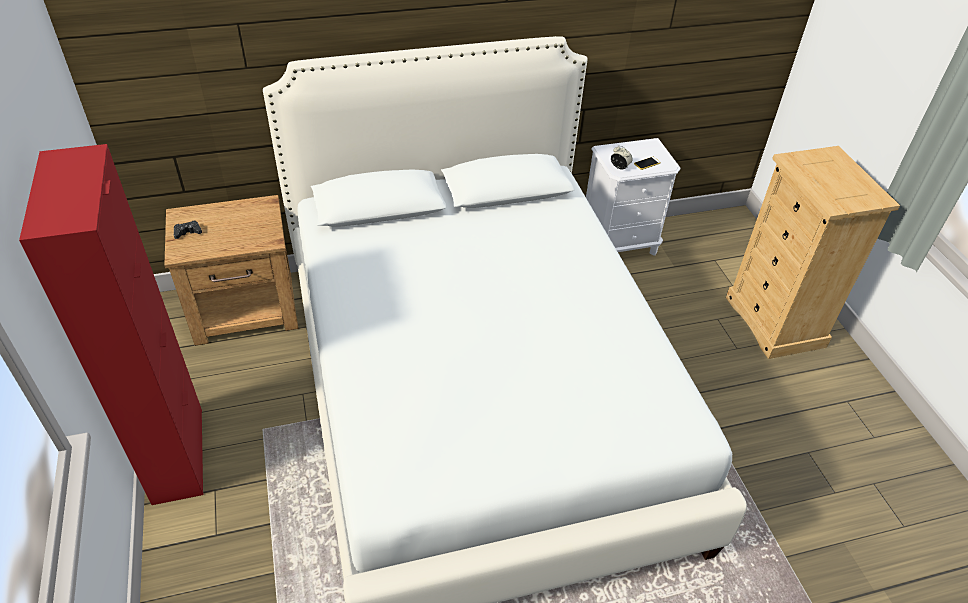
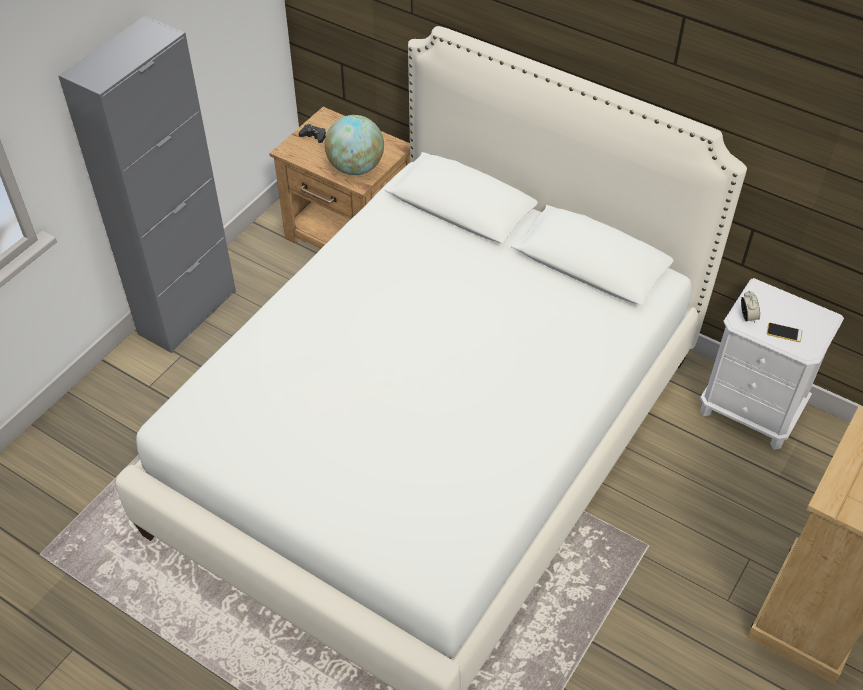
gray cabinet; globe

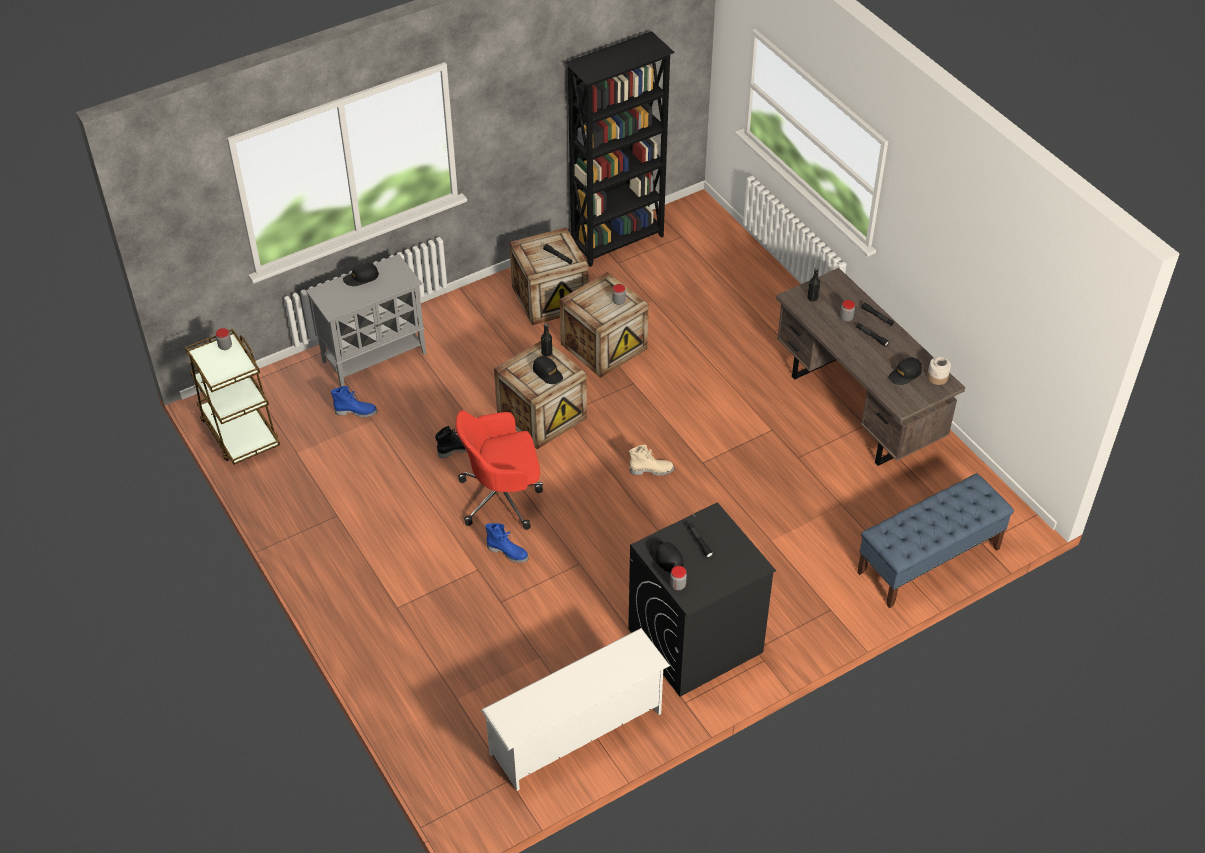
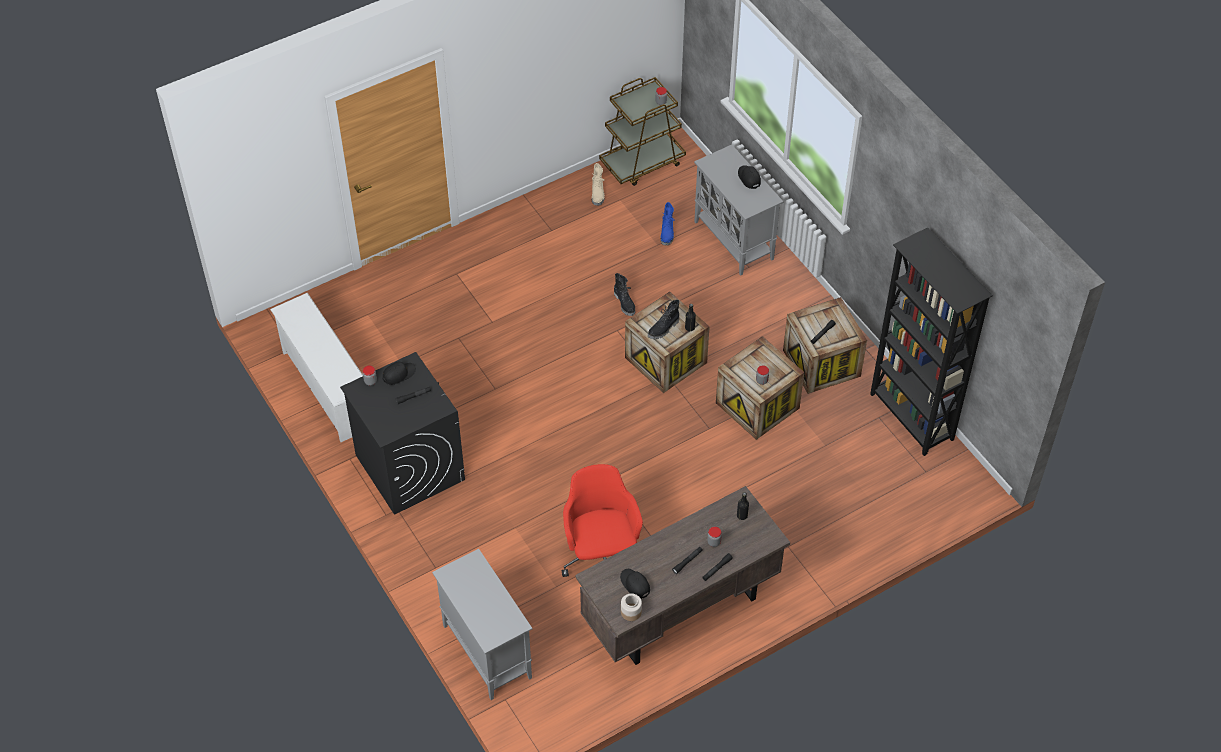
gray cabinet (1st from left); reddish desk chair; sand-coloured tall boot; black tall boot (2nd from left); bluish tall boot (2nd from left in the first image)

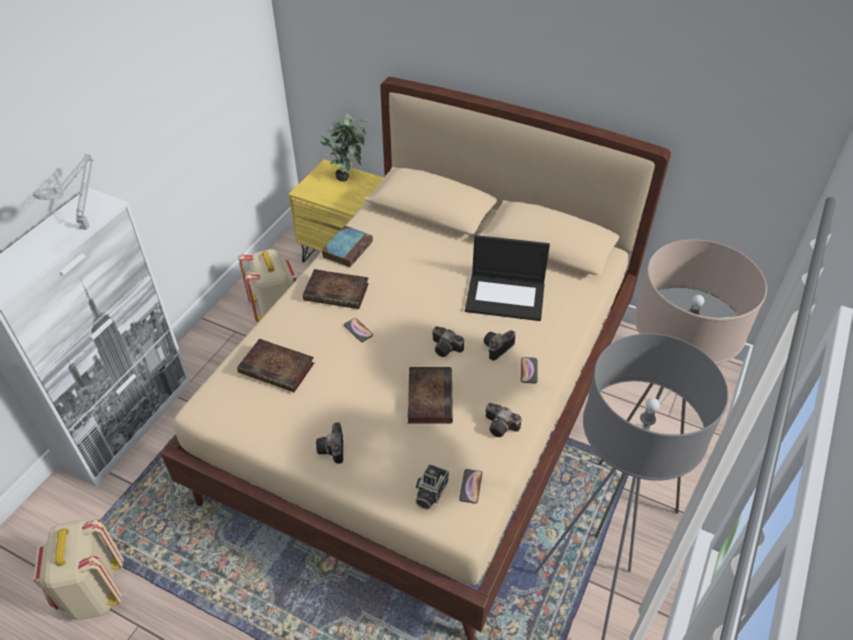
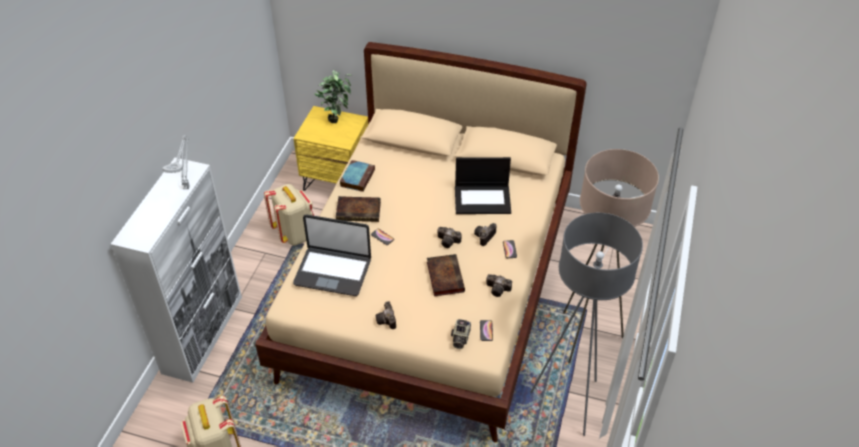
notebook computer (1st from left)

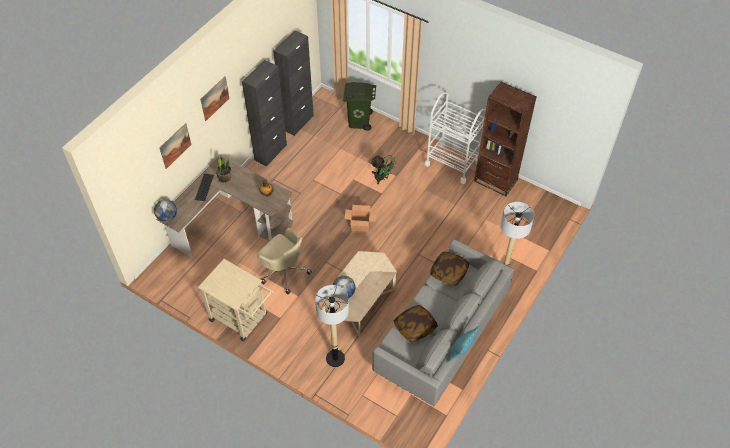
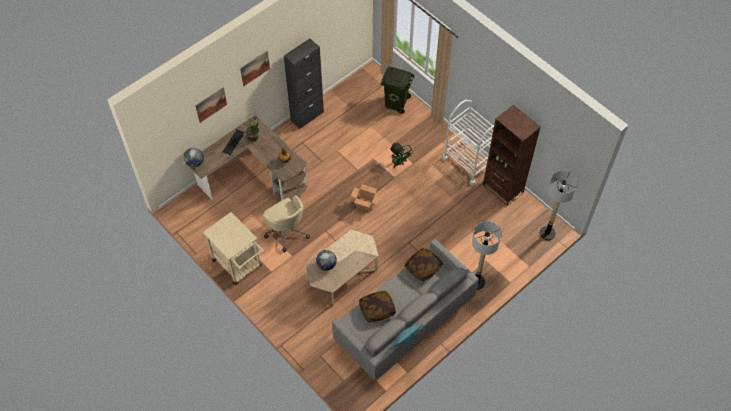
standard lamp (2nd from left); black cabinet (2nd from left in the first image)

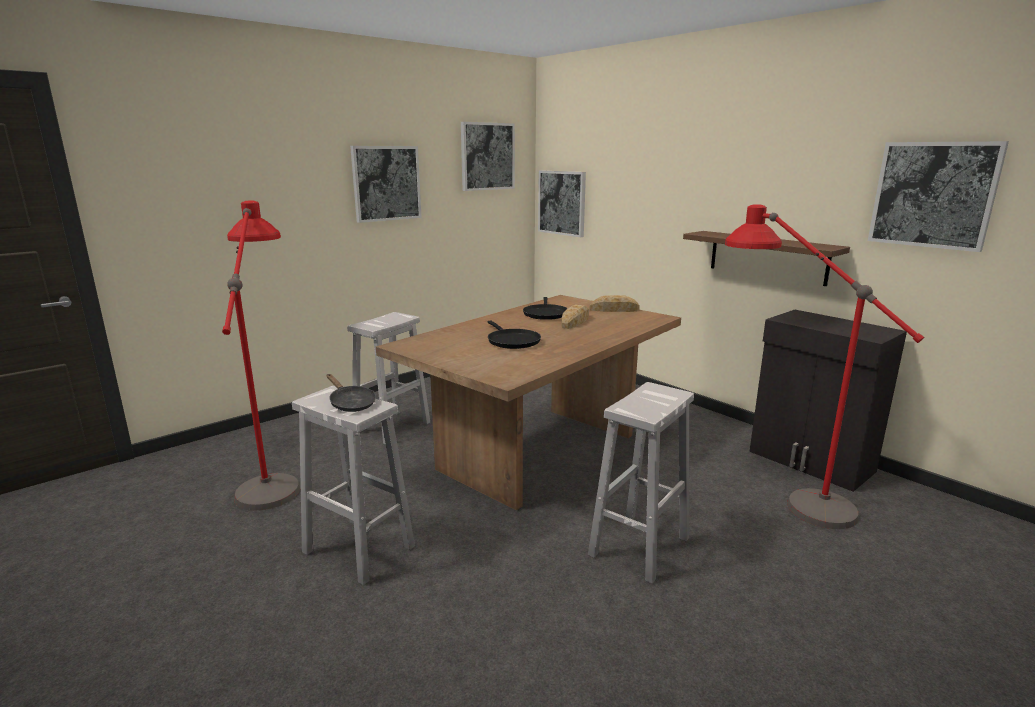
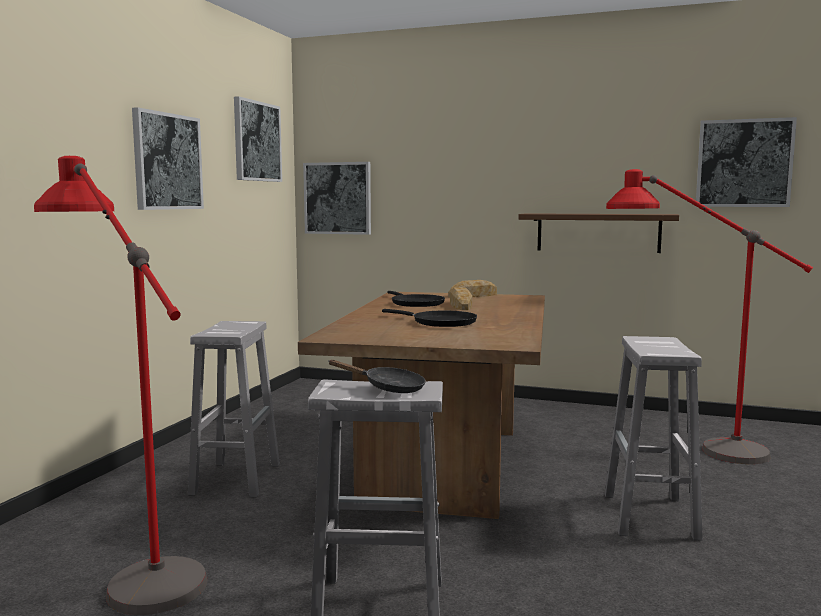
black cabinet

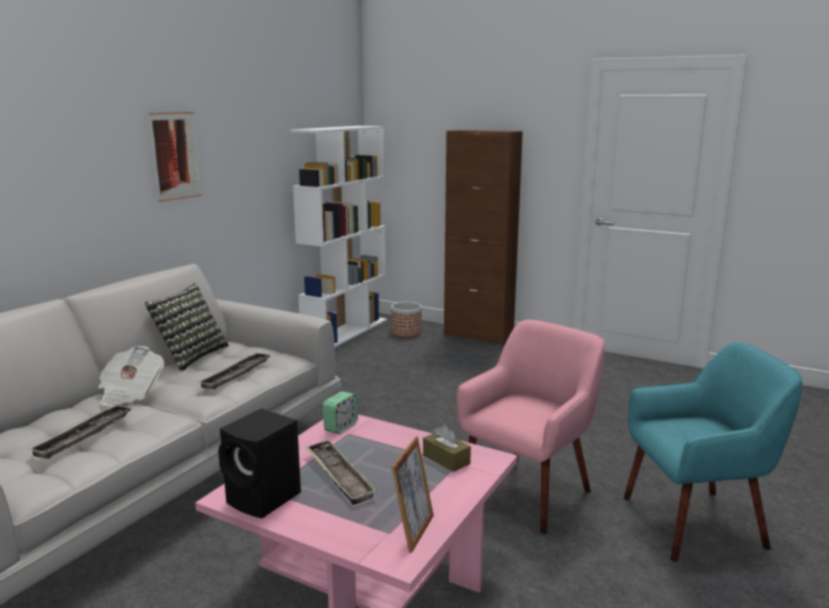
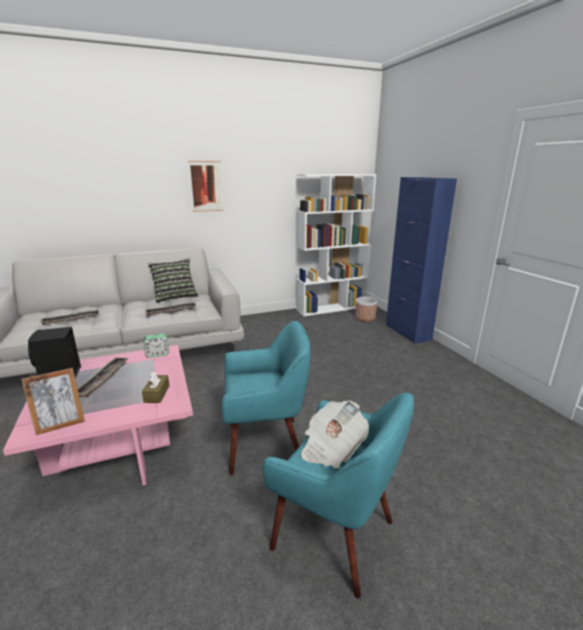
turquoise-coloured easy chair (1st from left); daily paper; bluish cabinet

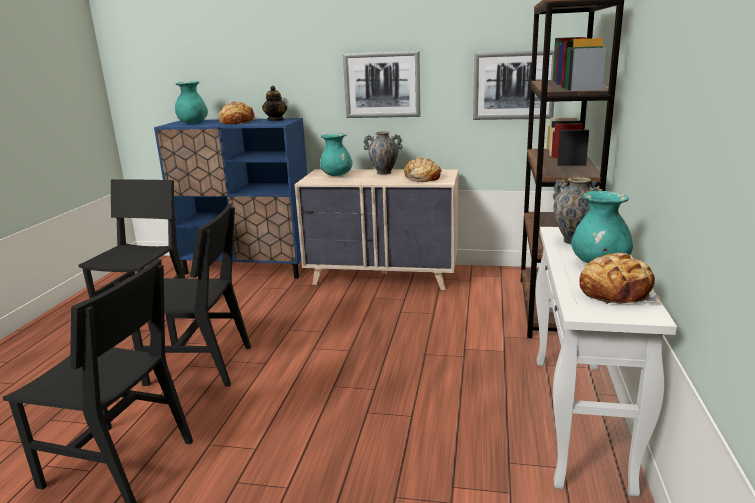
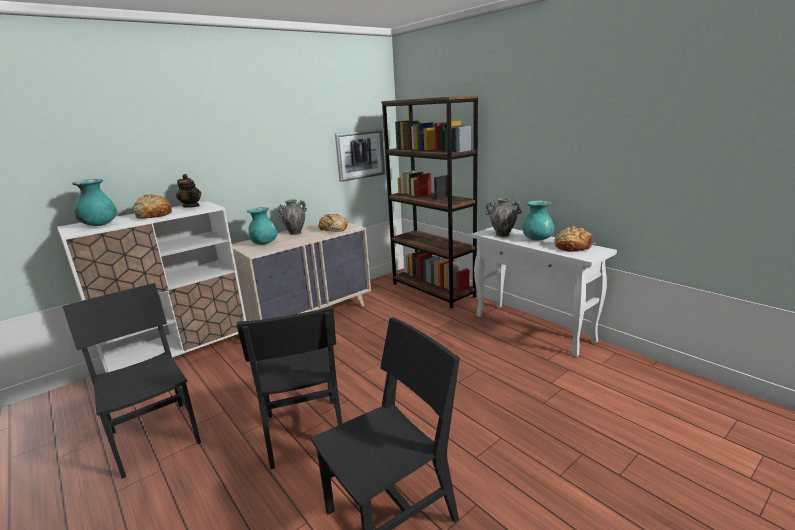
white cabinet; black plain chair (2nd from left); picture (1st from left in the first image)

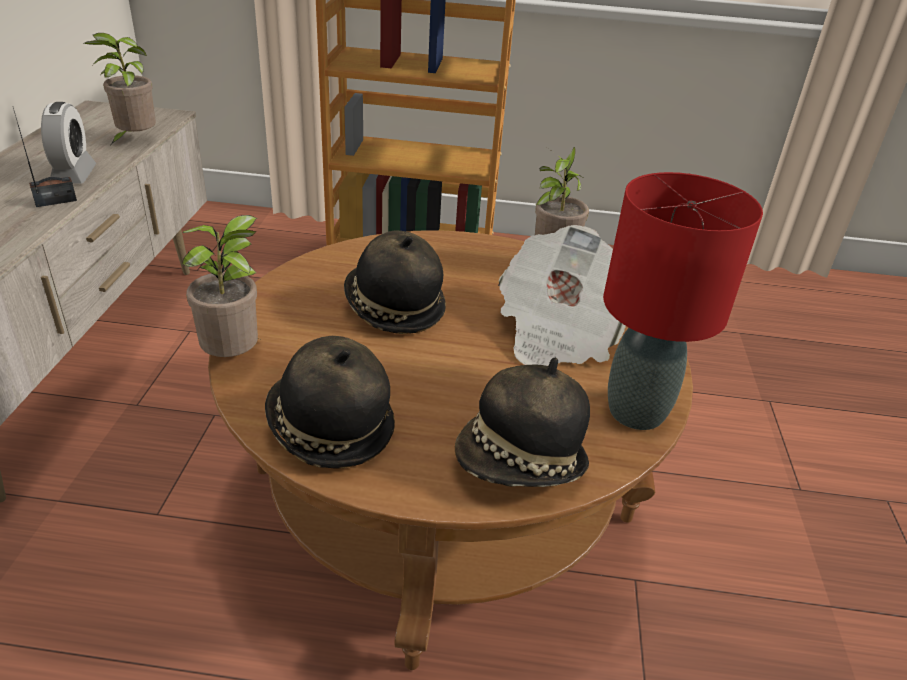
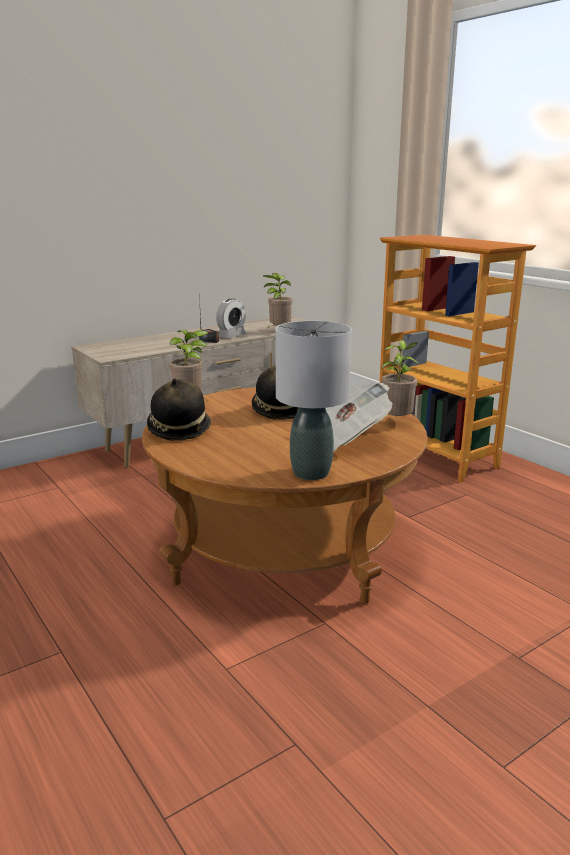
gray lamp for a table; hat (3rd from left in the first image)

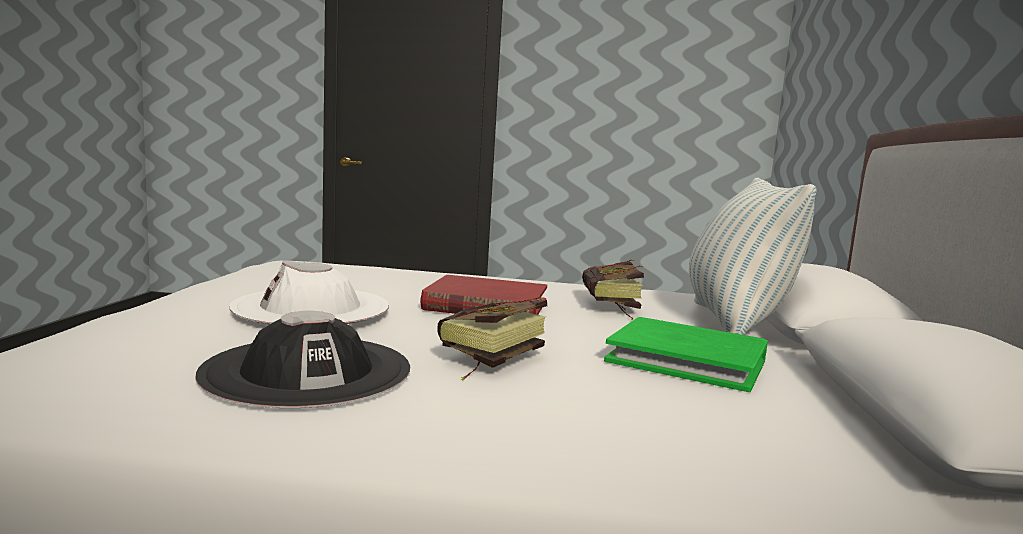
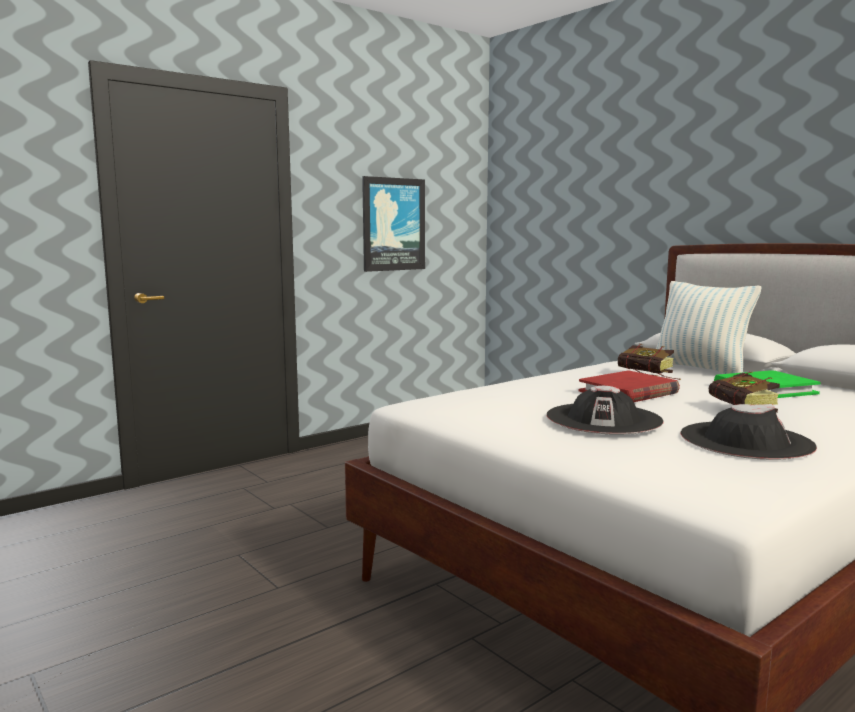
picture; black hat (1st from left)

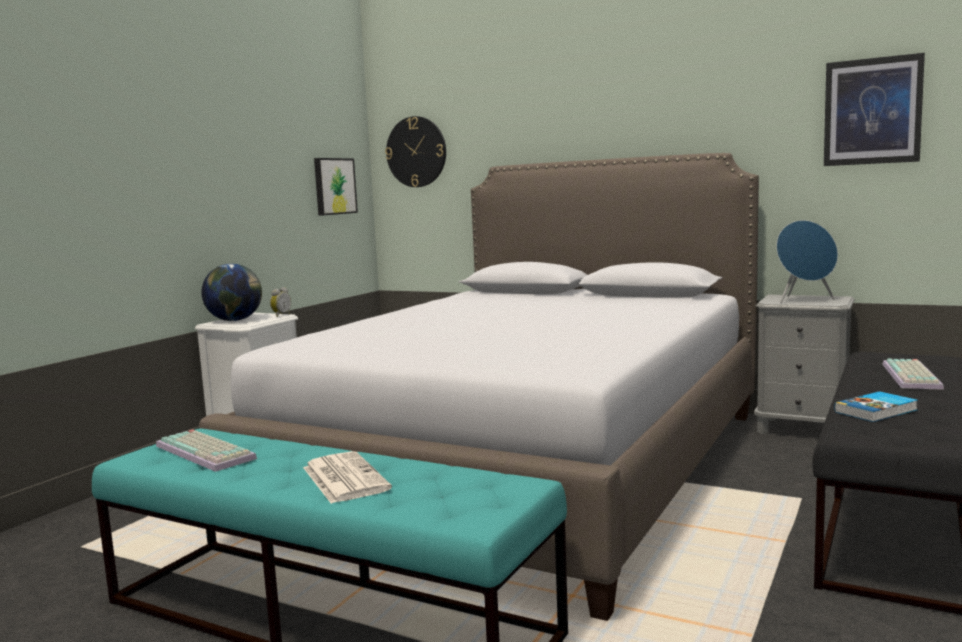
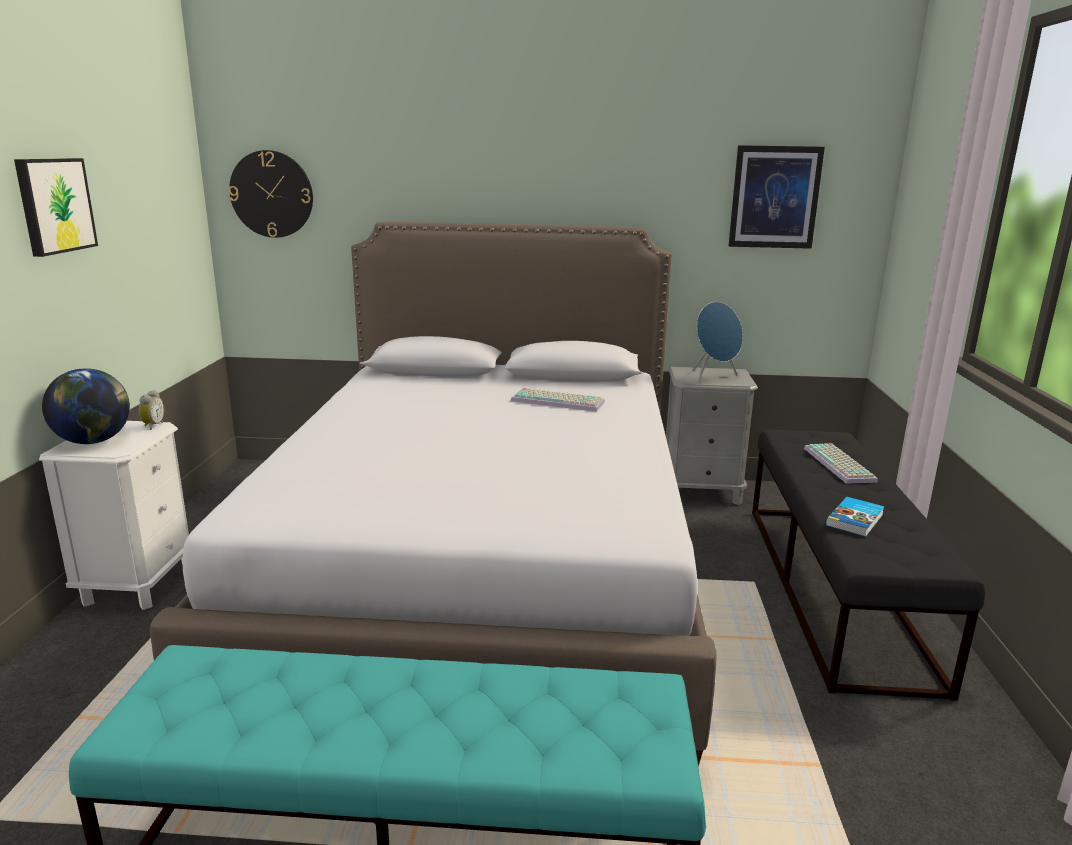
picture (1st from left); PC keyboard (1st from left); daily paper

